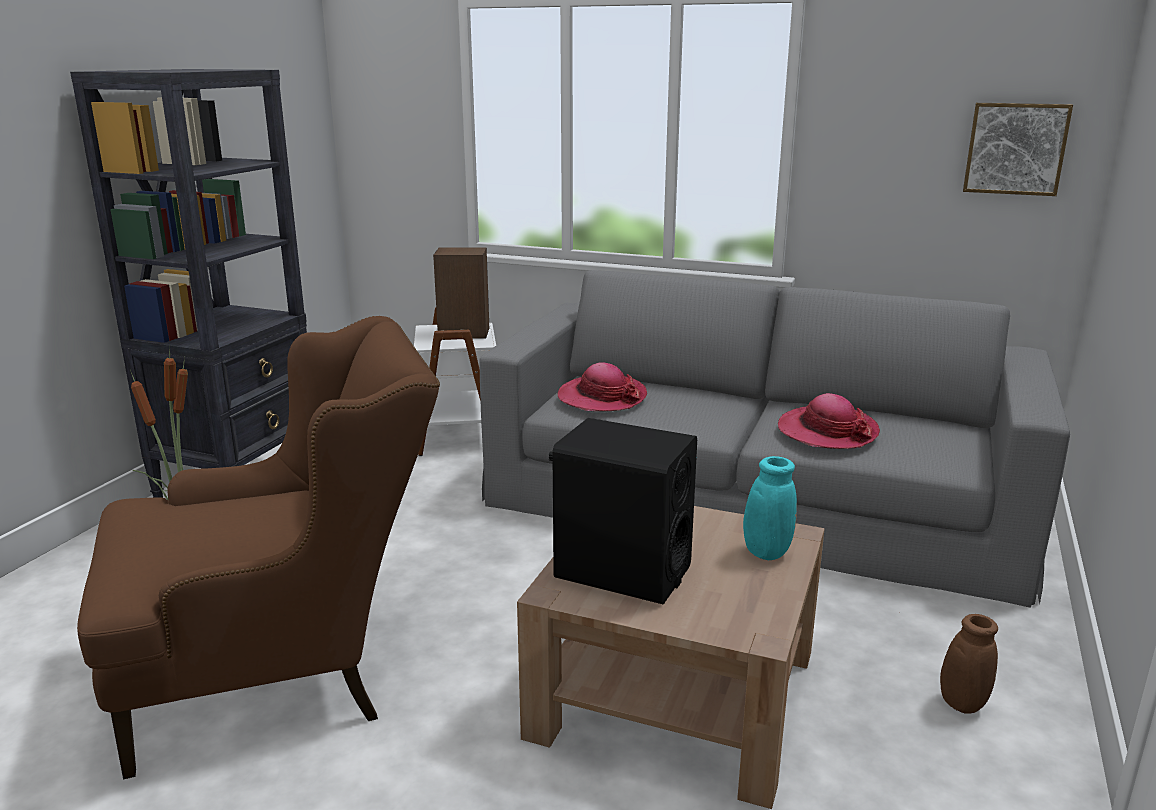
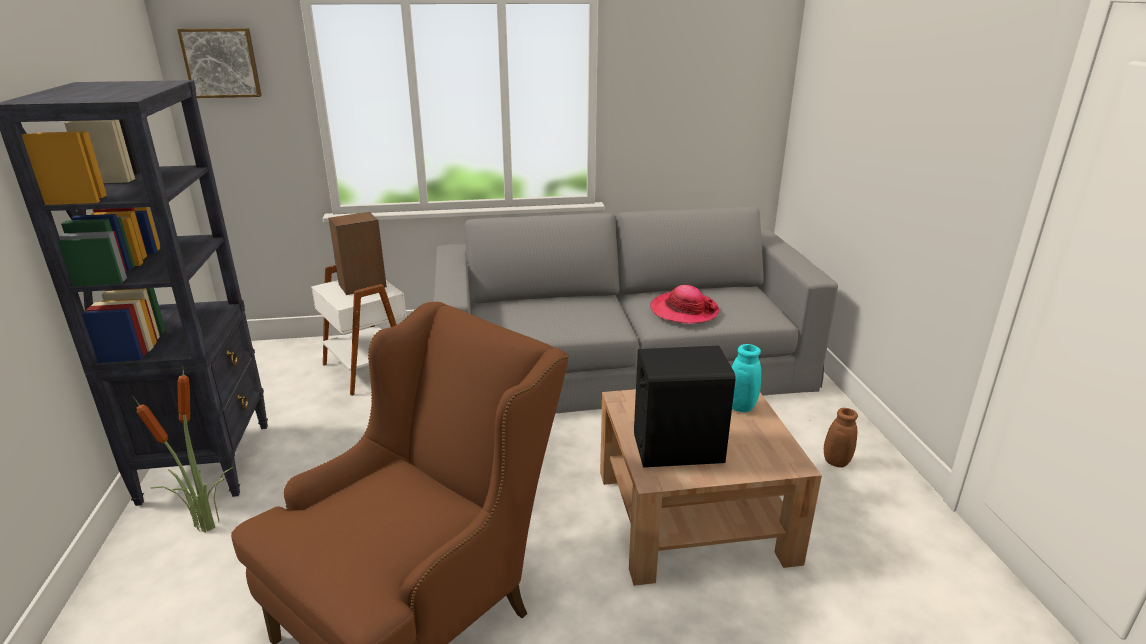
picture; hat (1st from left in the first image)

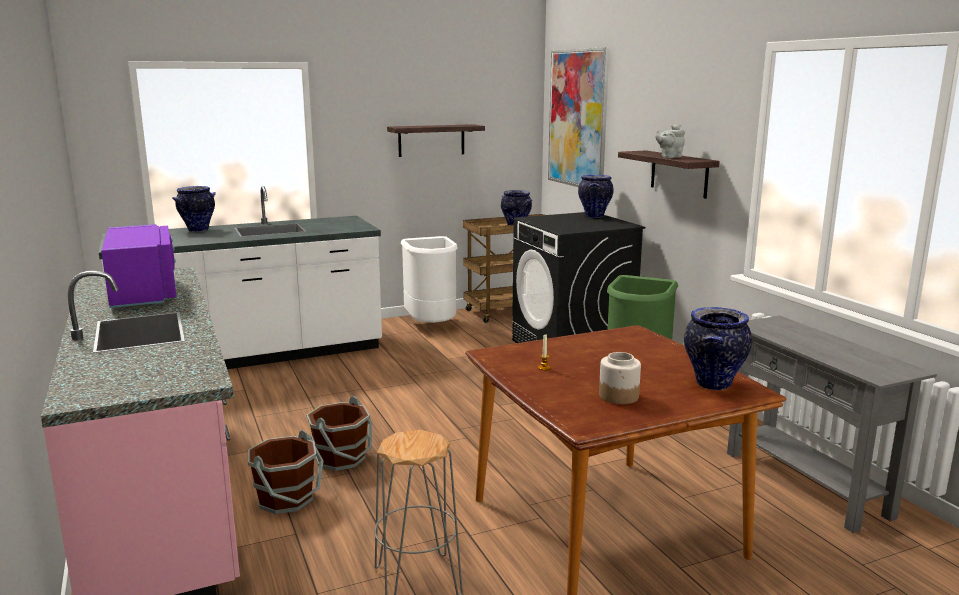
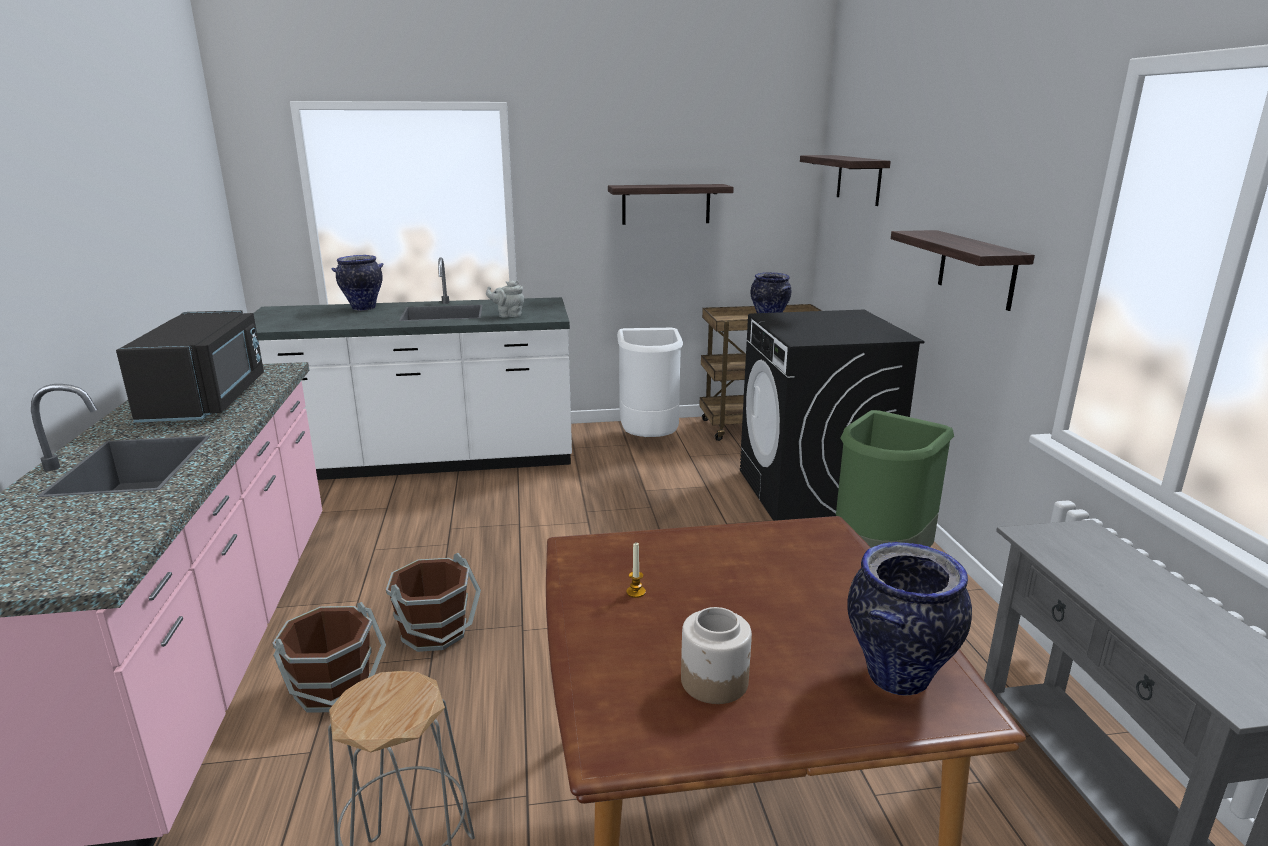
black kitchen microwave; gray tea pot; wall shelf (2nd from left); flower vase (3rd from left in the first image)

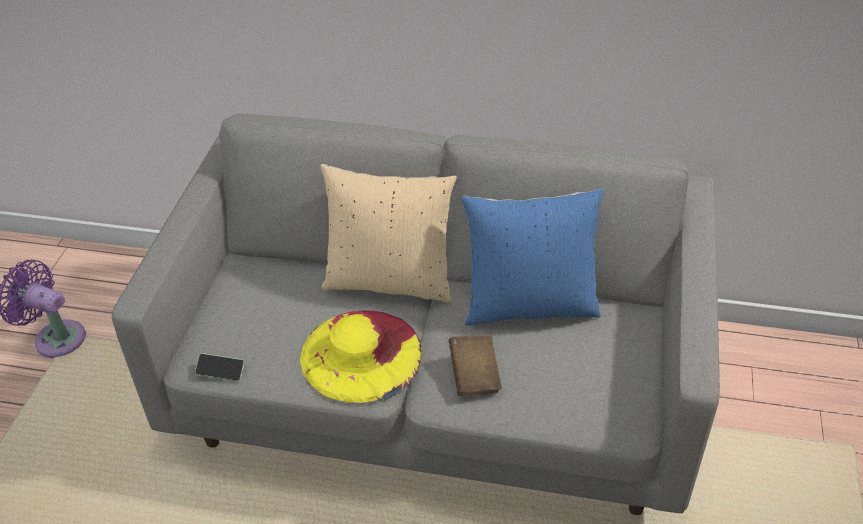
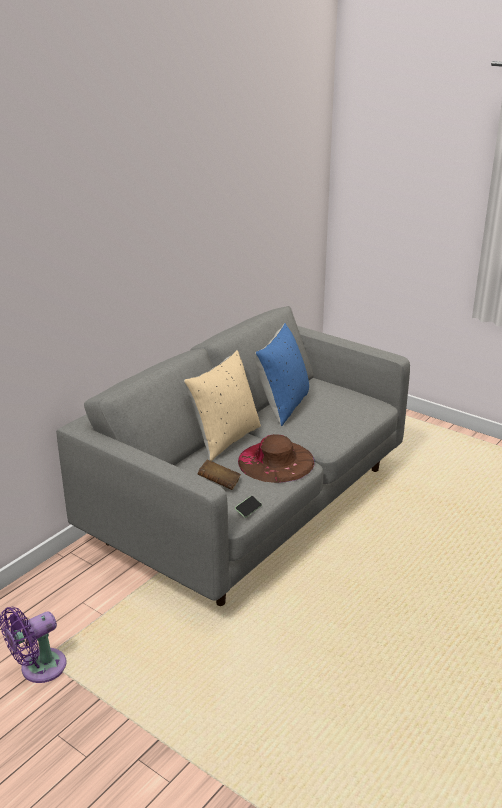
brown-coloured bound book; brown-coloured hat

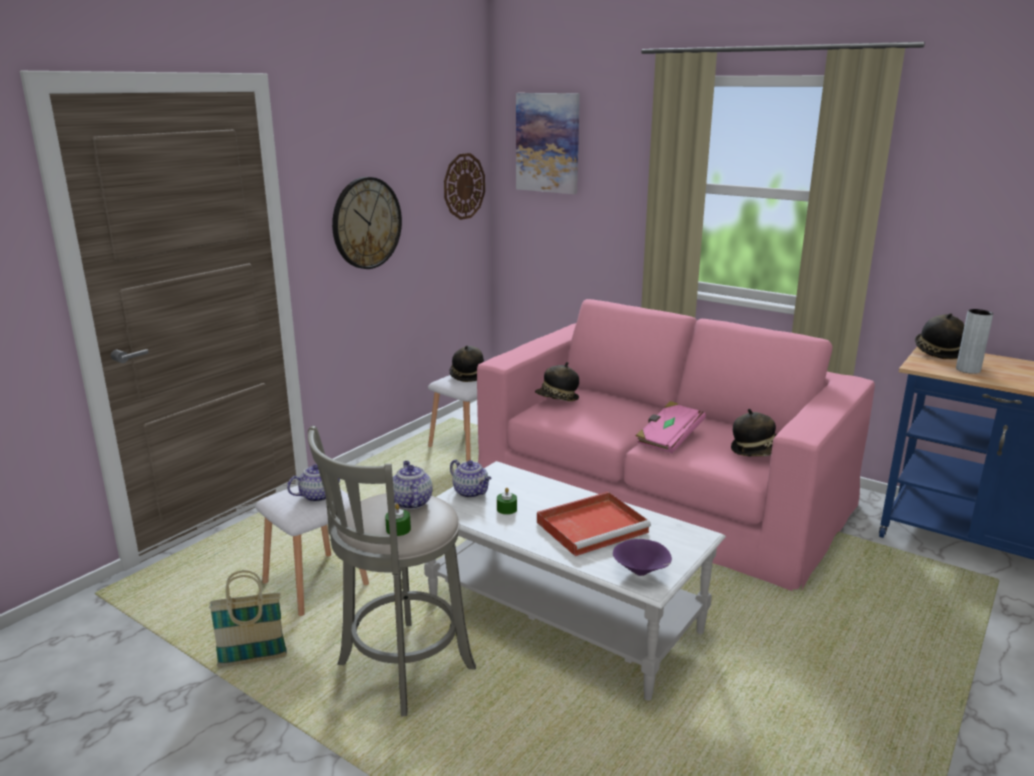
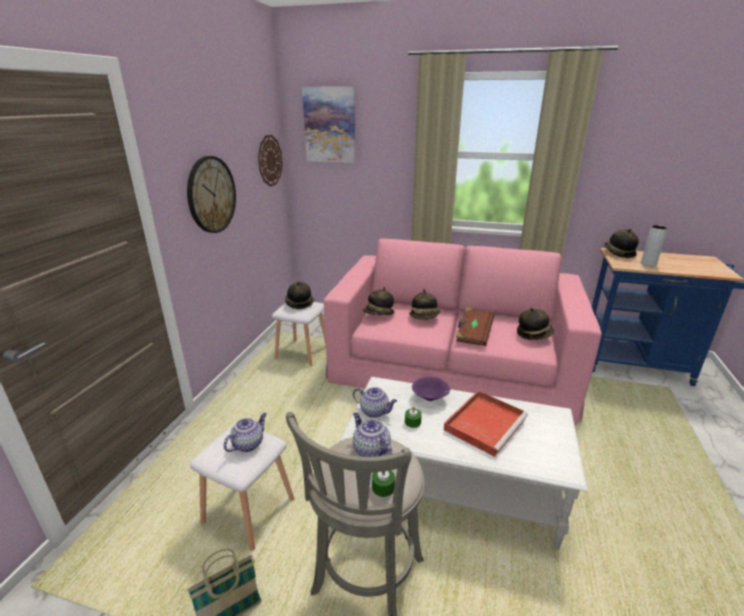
hat (3rd from left); purplish serving bowl; brown-coloured bound book

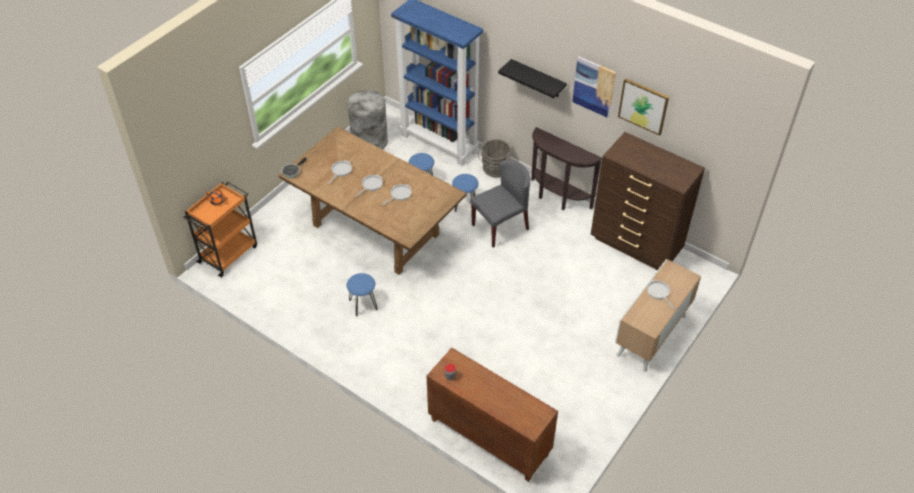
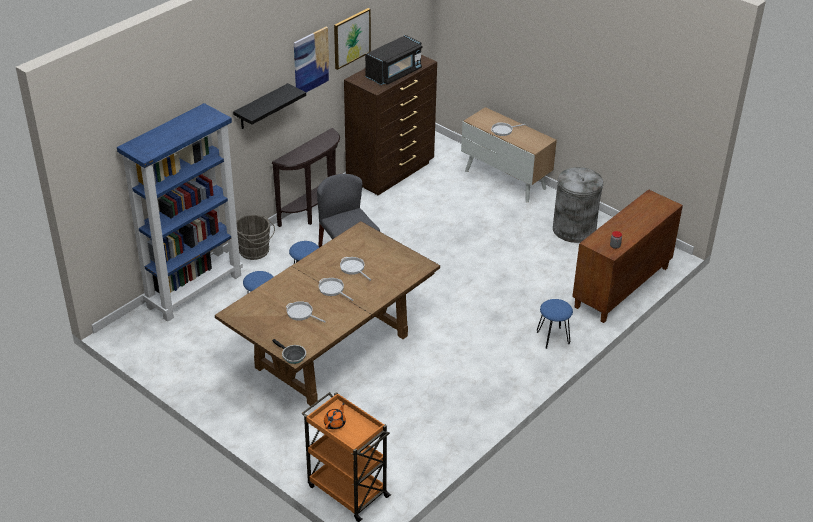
black kitchen microwave; bluish sitting stool (3rd from left); gray trash can

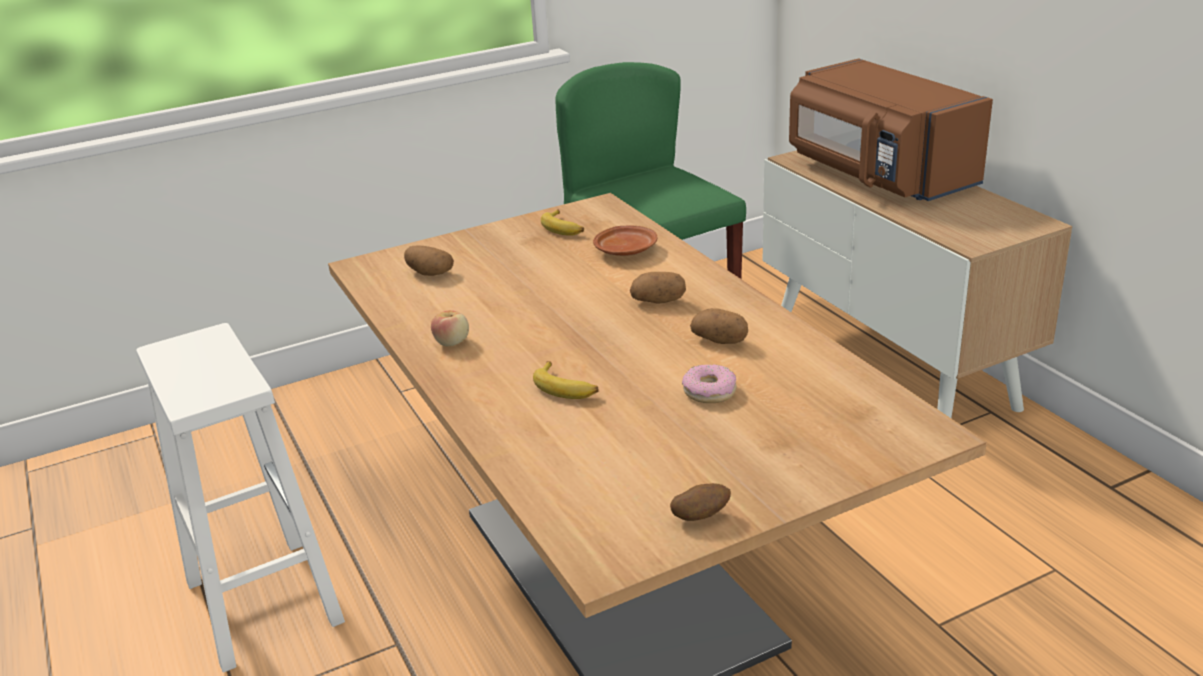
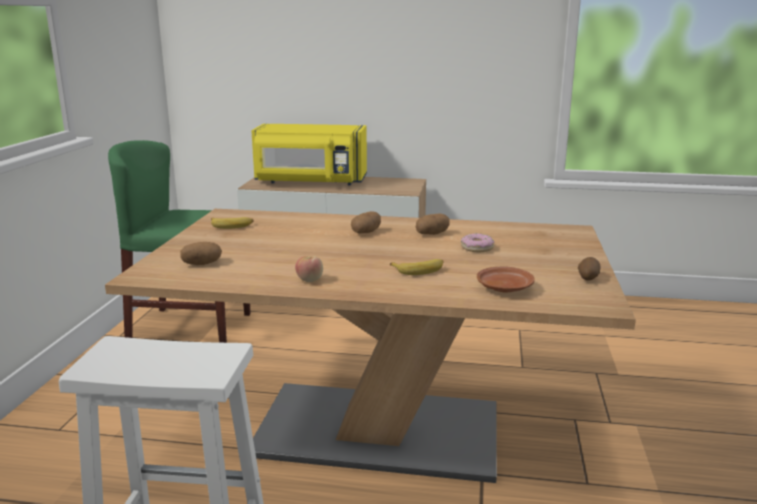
yellow kitchen microwave; brown-coloured dinner plate

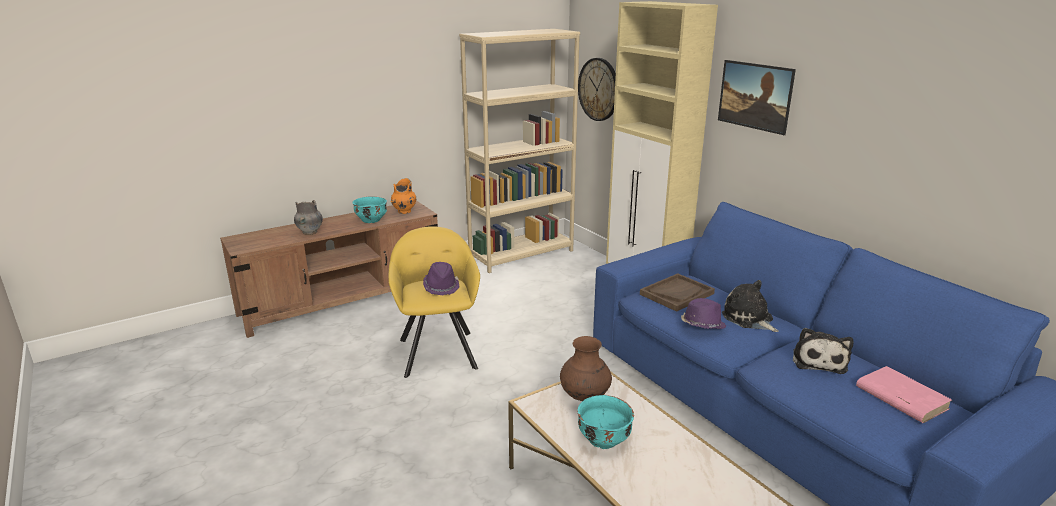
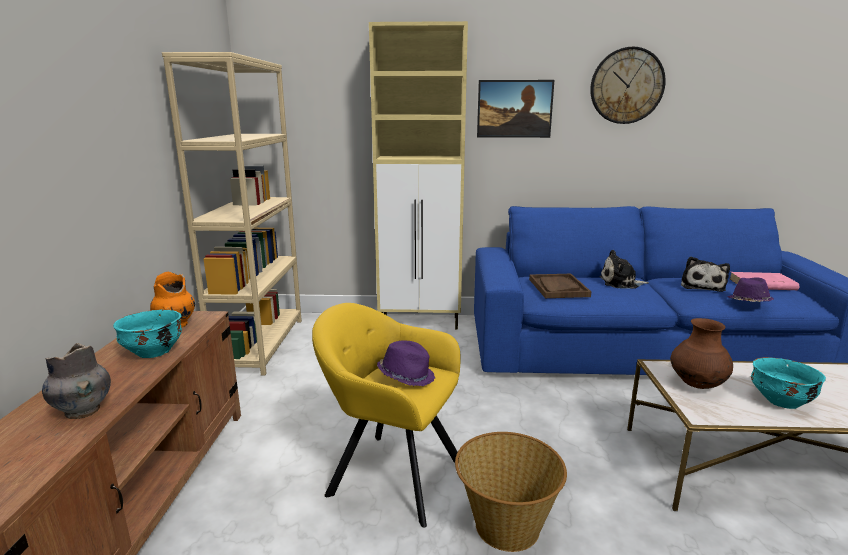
storage basket; wall clock; soft toy (2nd from left); purplish hat (2nd from left)

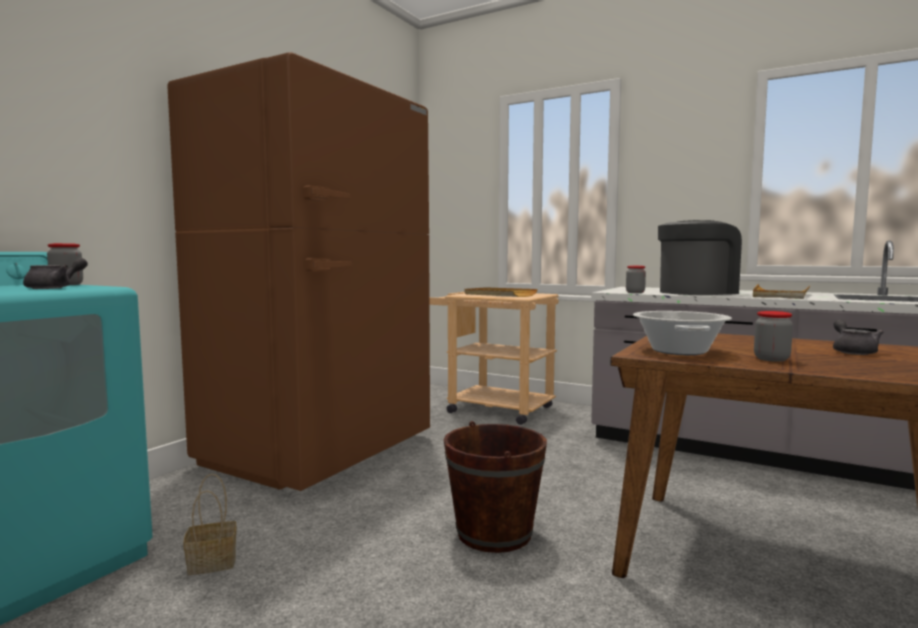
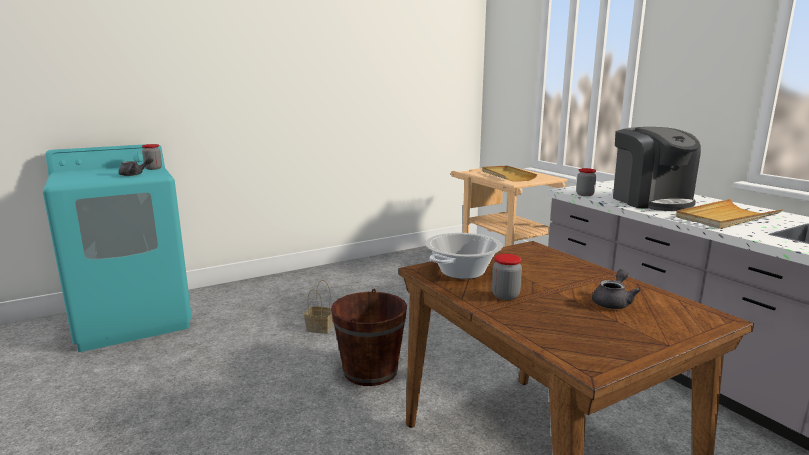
storage basket; coffee maker; brown-coloured fridge

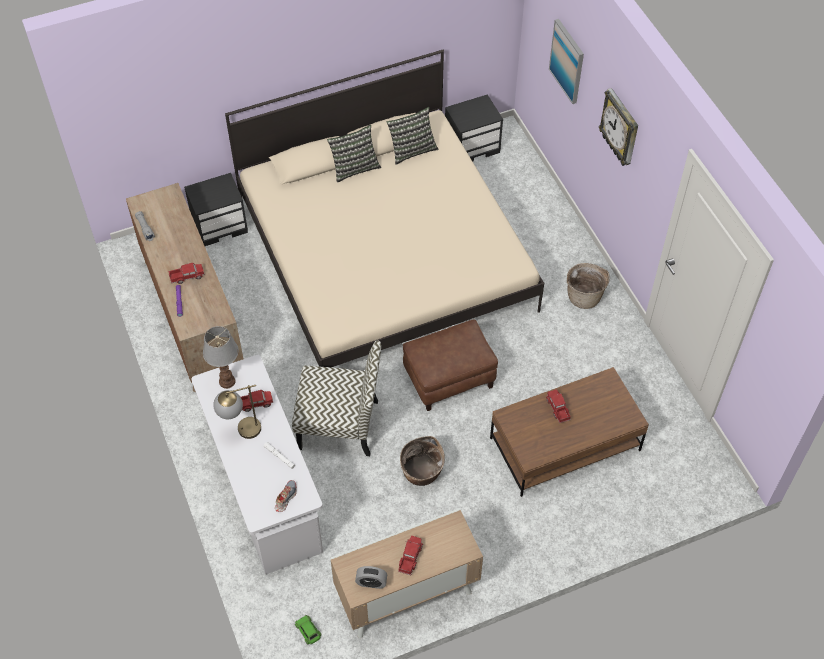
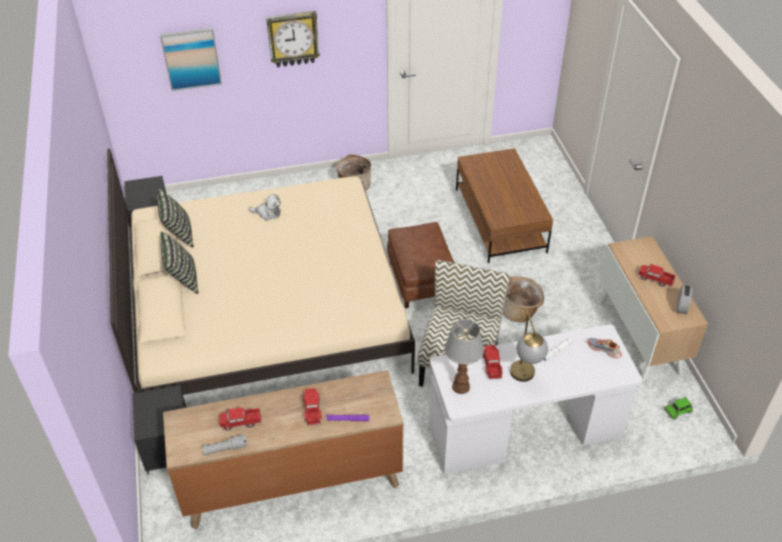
toy truck (1st from left); soft toy

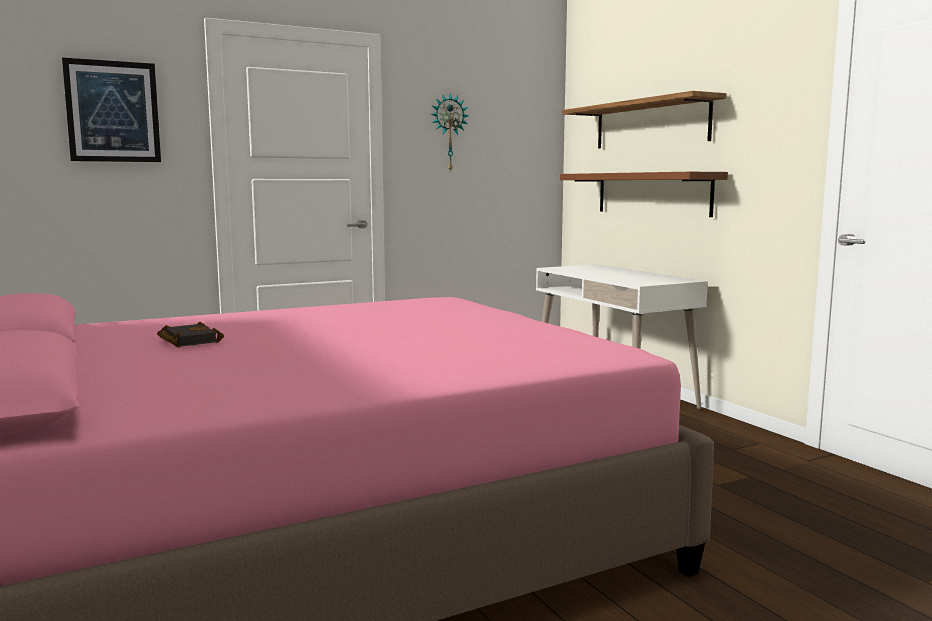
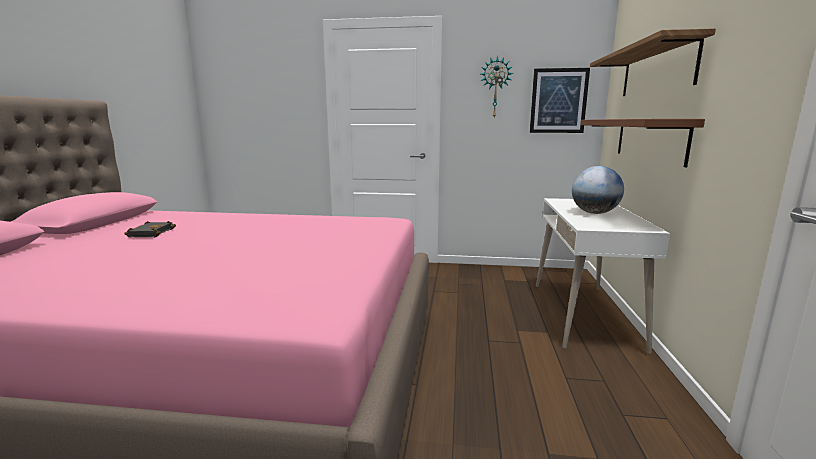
picture; globe

